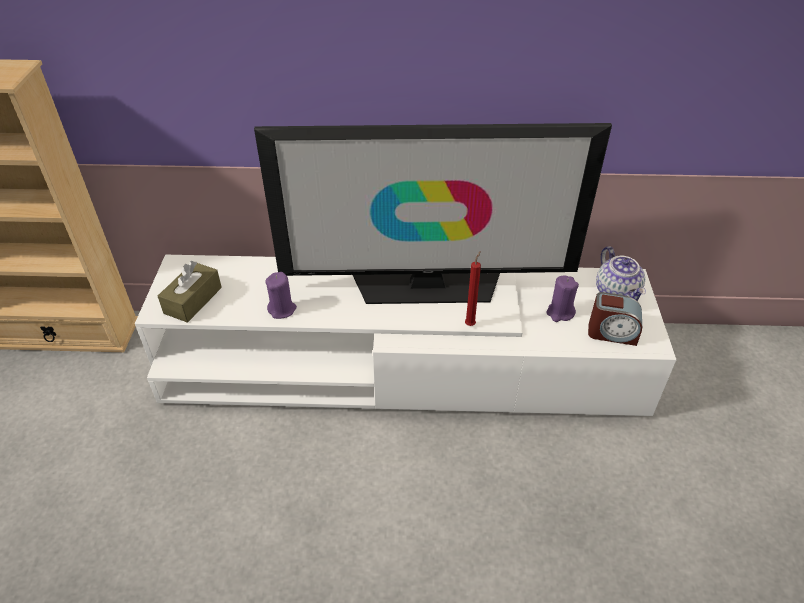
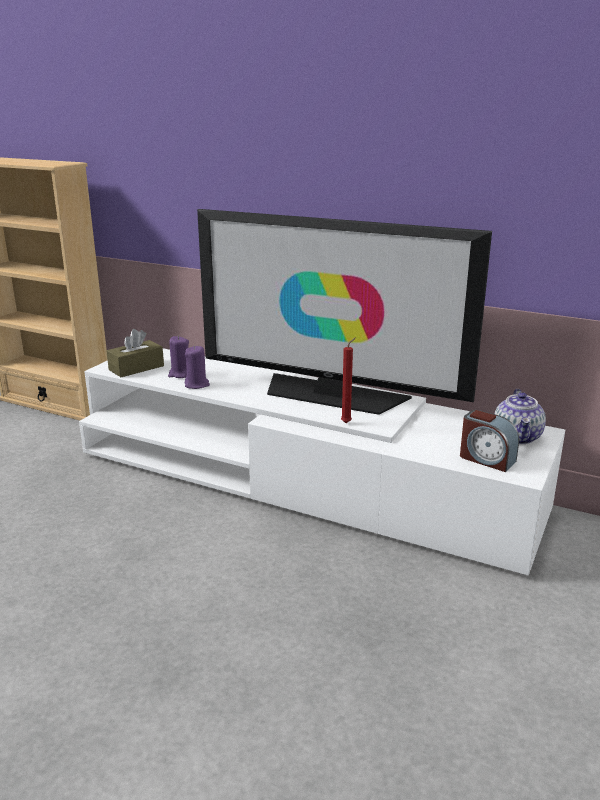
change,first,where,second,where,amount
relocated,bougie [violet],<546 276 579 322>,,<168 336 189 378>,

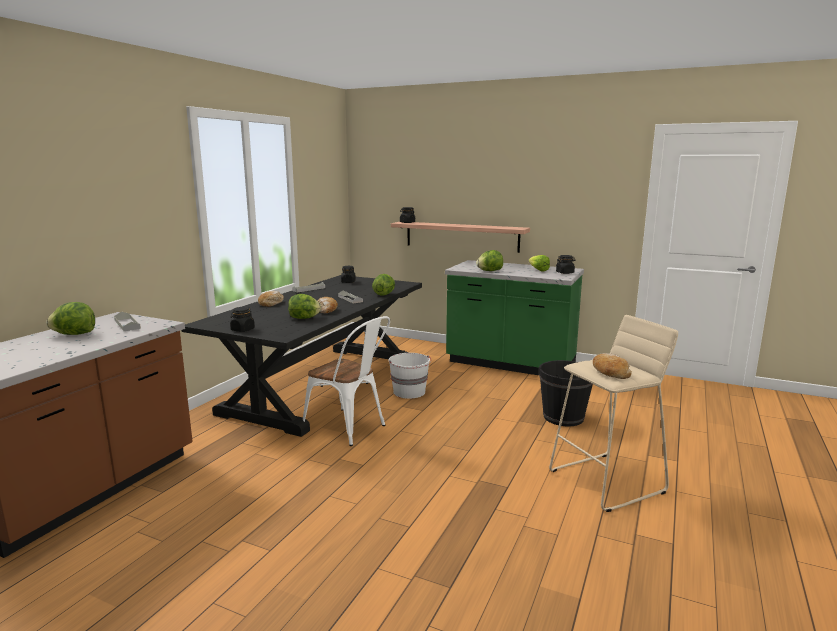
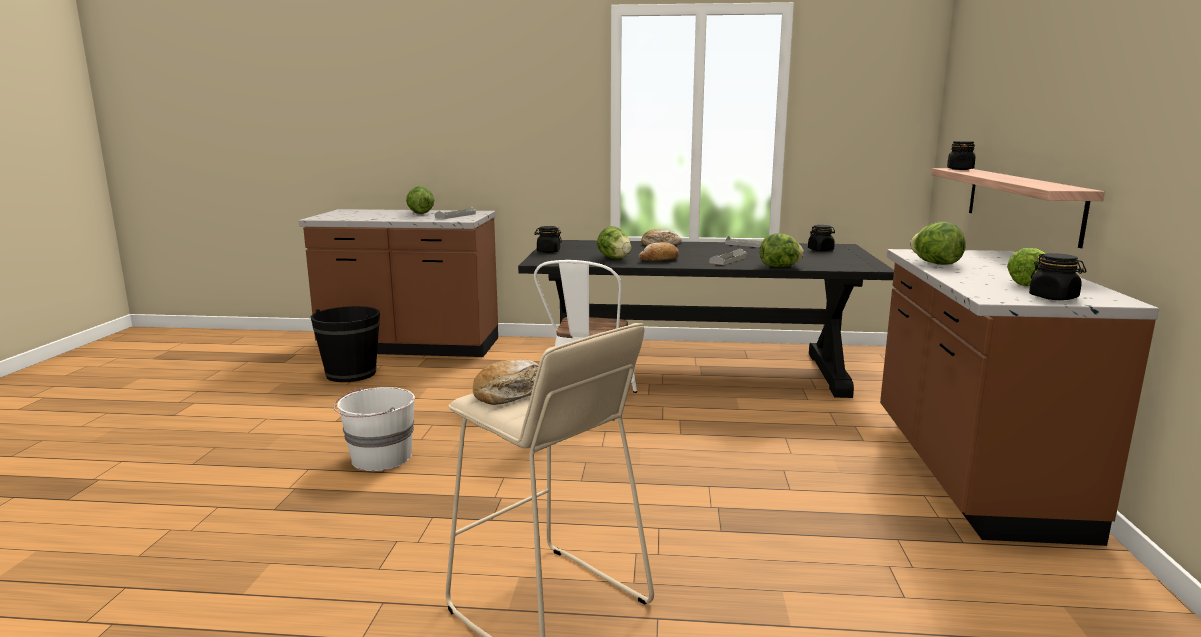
change,first,where,second,where,amount
relocated,seau [blanc],<389 353 431 399>,,<333 387 415 471>,
relocated,seau [noir],<539 360 593 426>,,<310 306 380 382>,
colour,comptoir de cuisine [vert],<445 260 584 375>,comptoir de cuisine [marron],<880 249 1159 546>,

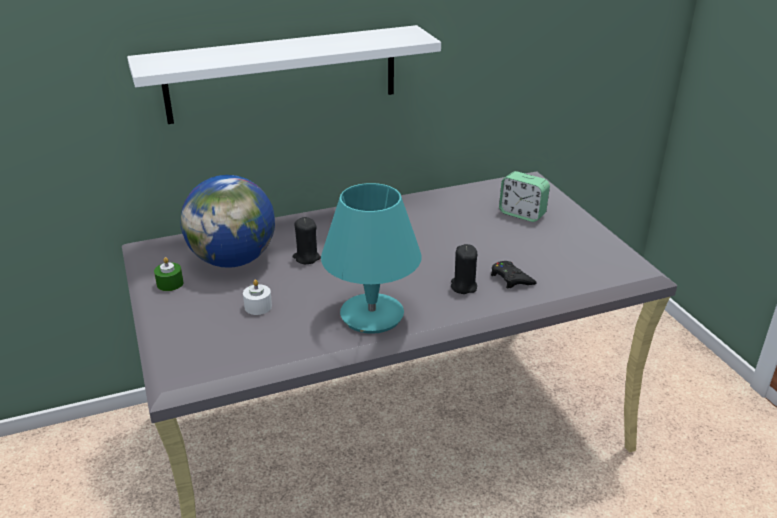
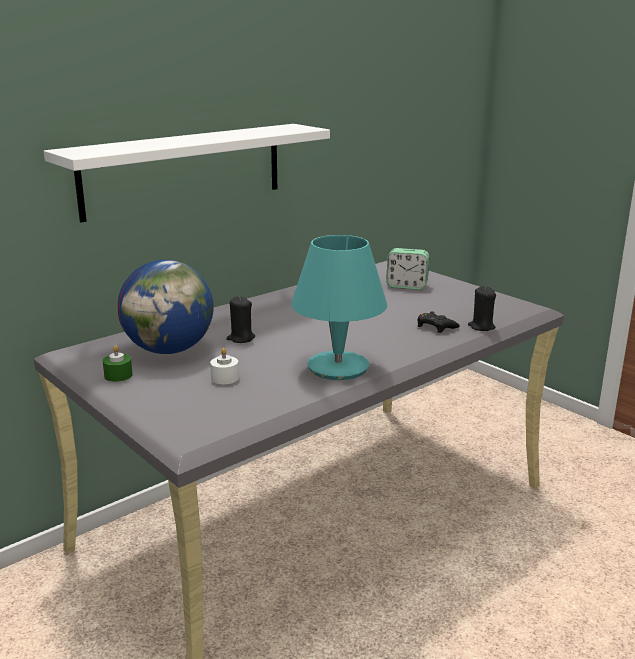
change,first,where,second,where,amount
relocated,bougie [noir],<451 244 477 294>,,<468 286 496 331>,

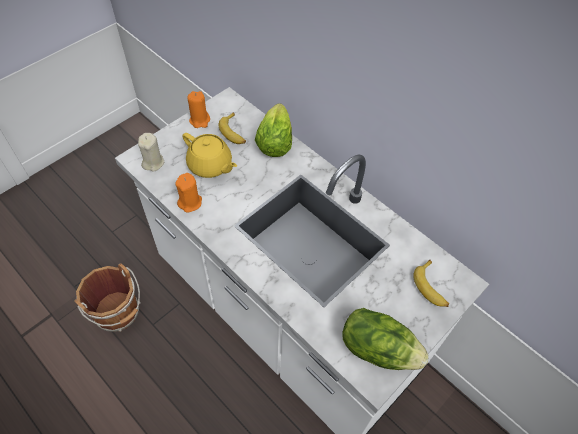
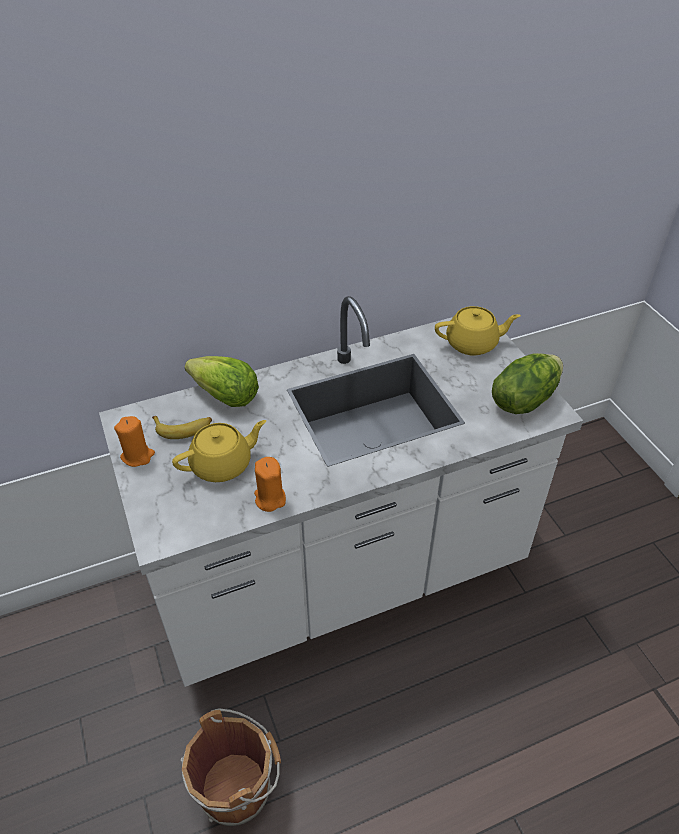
change,first,where,second,where,amount
missing,bougie [beige],<138 133 165 172>,,,
exchanged,banane,<413 259 449 307>,théière [jaune],<435 306 521 355>,

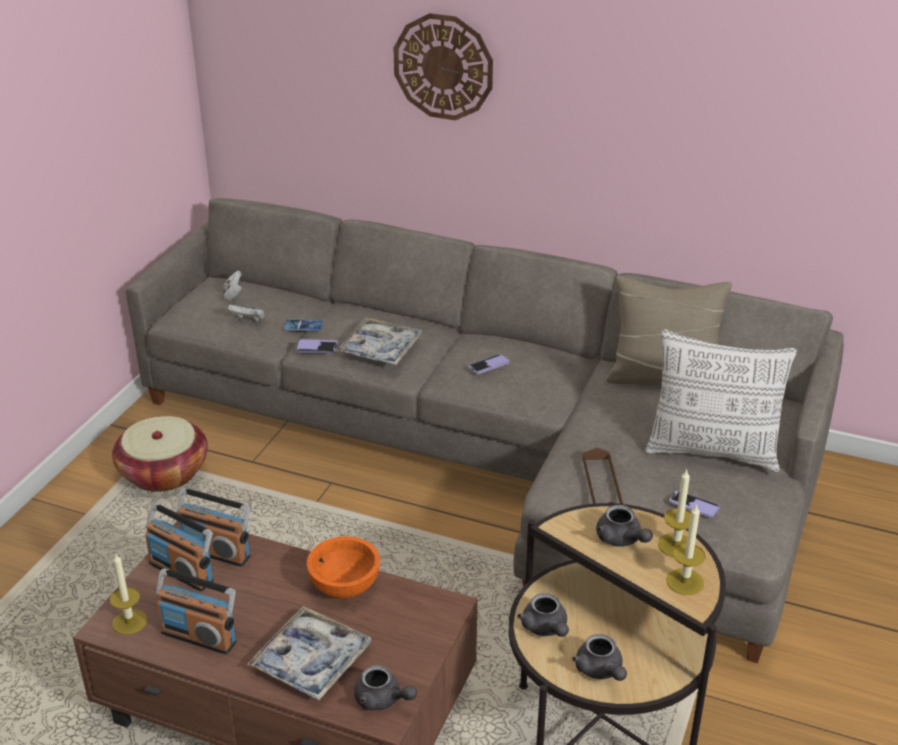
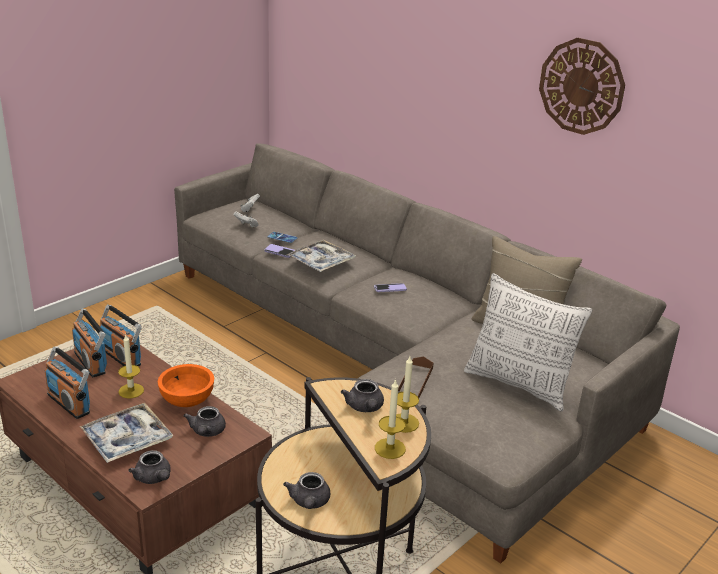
change,first,where,second,where,amount
missing,panier,<112 416 208 492>,,,
missing,téléphone,<669 490 720 518>,,,
relocated,bougie,<110 554 147 635>,,<118 335 144 398>,
relocated,horloge murale,<394 13 493 120>,,<539 38 625 135>,
relocated,théière [gris],<517 593 569 637>,,<183 406 226 437>,

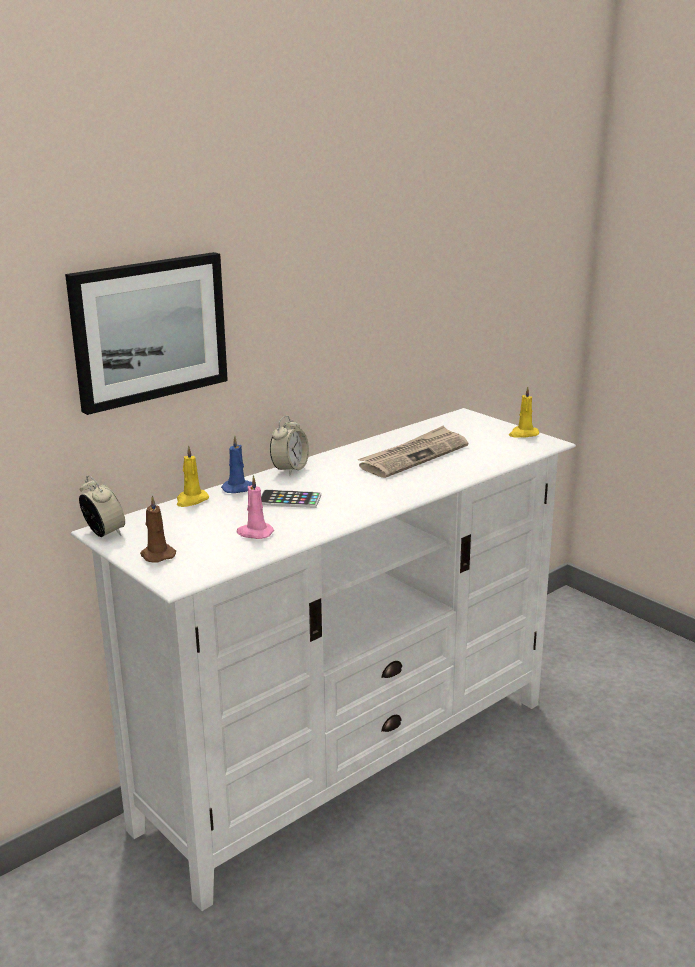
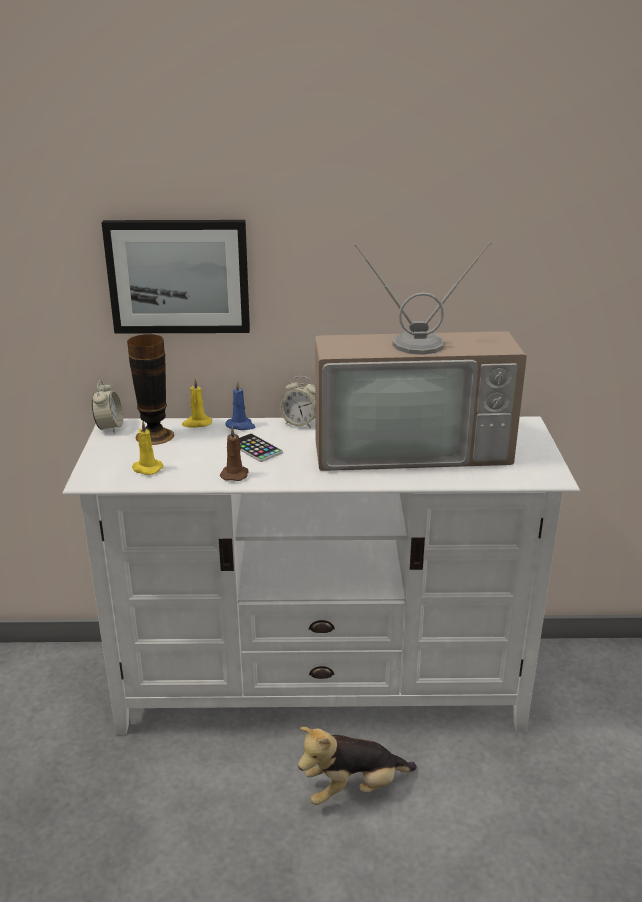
change,first,where,second,where,amount
missing,bougie [rose],<236 475 274 539>,,,
appeared,,,vase,<127 334 174 445>,
appeared,,,peluche,<298 727 417 805>,
relocated,bougie [marron],<140 495 176 563>,,<220 426 248 481>,
relocated,bougie [jaune],<509 386 539 438>,,<132 421 163 475>,
exchanged,journal,<357 426 468 478>,téléviseur,<315 242 527 471>,
spun,réveil,<270 416 309 475>,,<280 376 315 428>,45 degrees clockwise

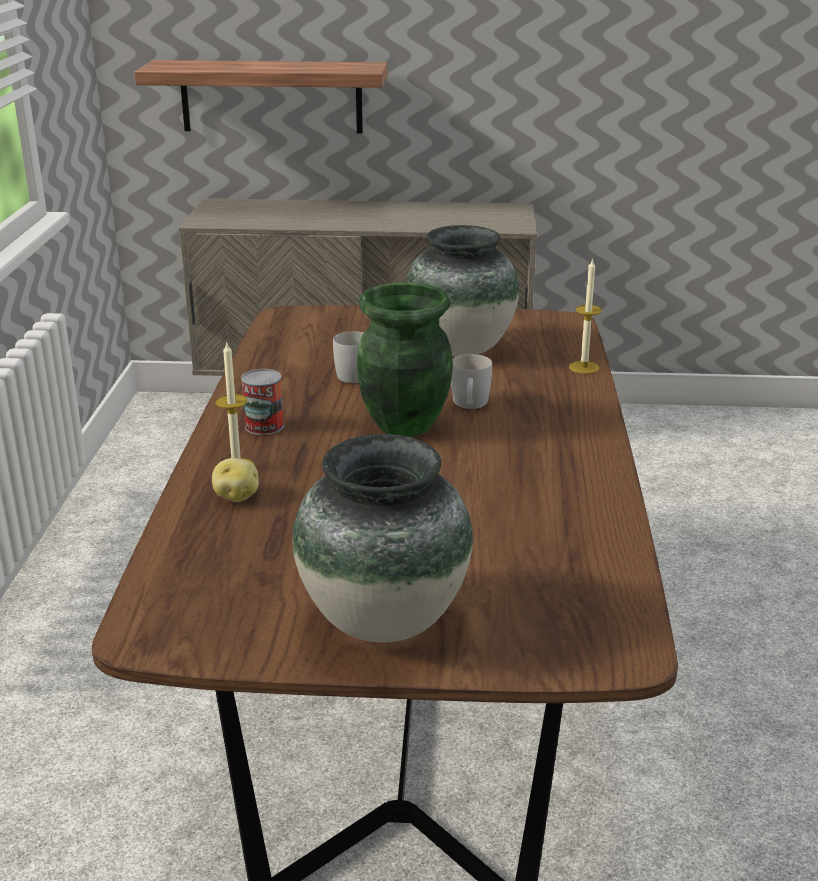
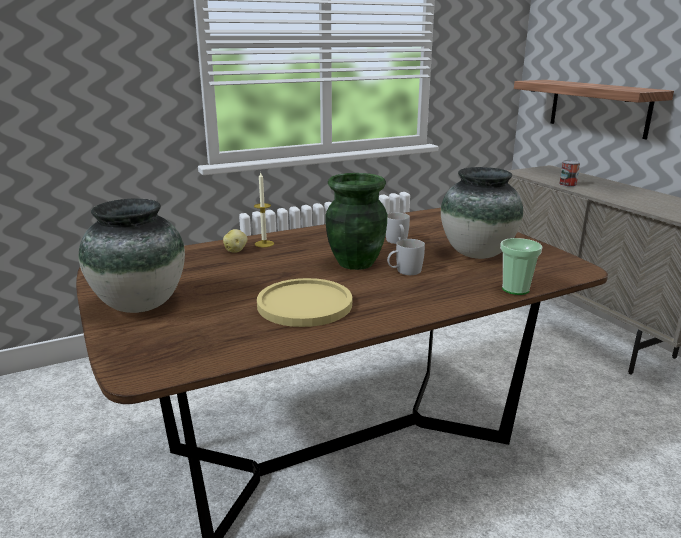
change,first,where,second,where,amount
appeared,,,assiette [jaune],<257 278 352 327>,
relocated,boîte métallique,<241 369 284 435>,,<559 160 580 187>,
exchanged,bougie,<569 258 602 374>,tasse,<500 238 542 295>,

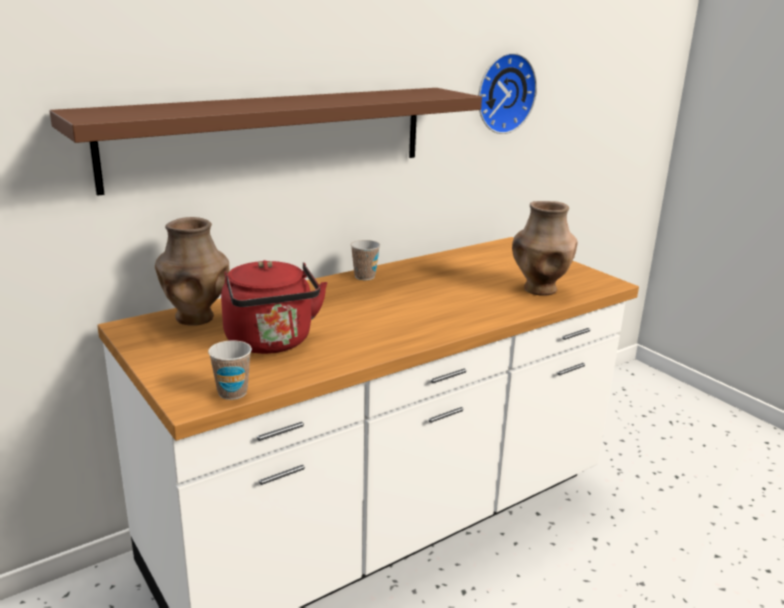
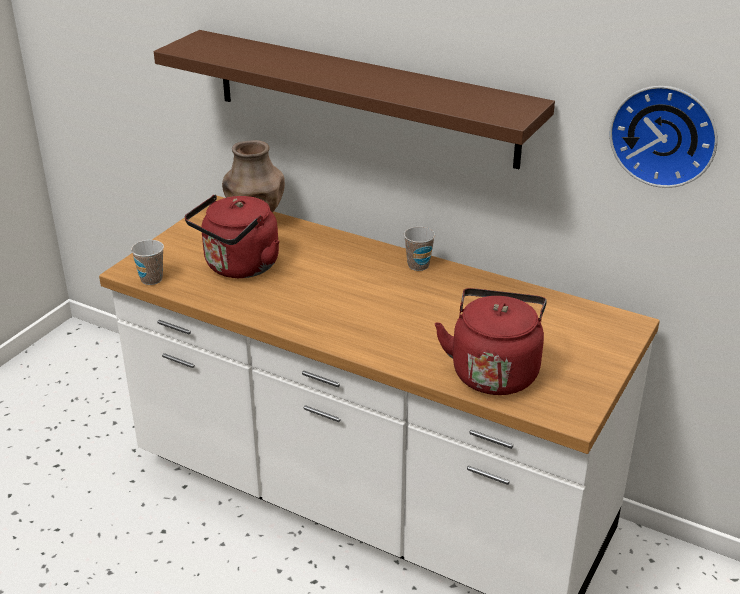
change,first,where,second,where,amount
exchanged,vase [marron],<512 201 578 296>,bouilloire [rouge],<435 288 547 395>,

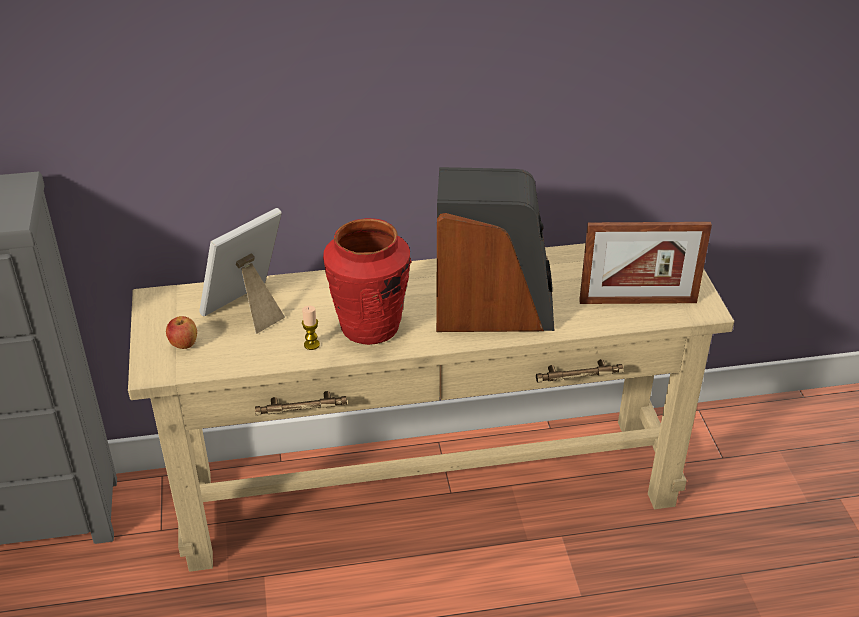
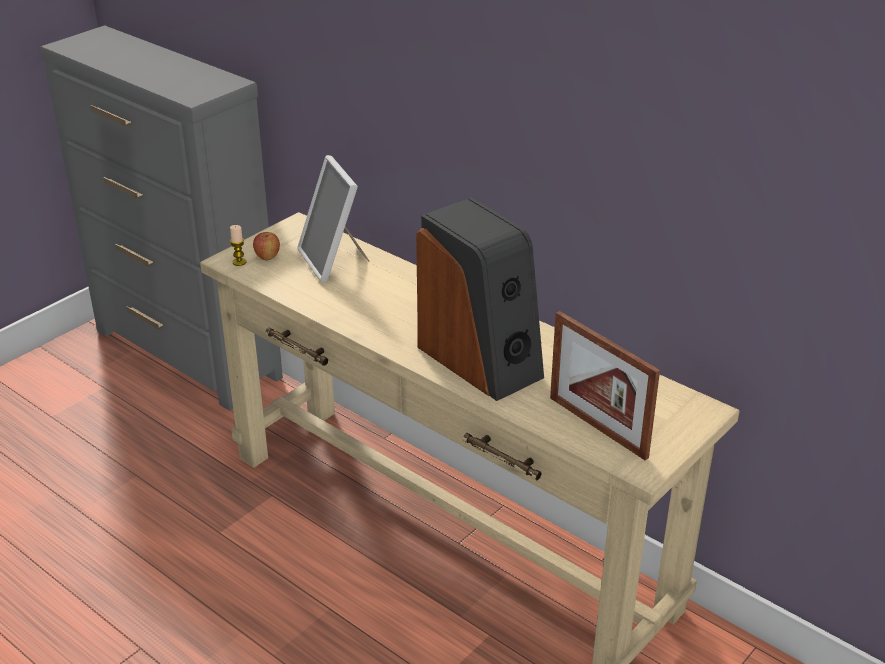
change,first,where,second,where,amount
missing,vase [rouge],<323 218 412 345>,,,
relocated,bougie,<302 306 320 350>,,<230 225 246 266>,
spun,cadre photo,<199 208 285 334>,,<297 155 369 283>,120 degrees counterclockwise

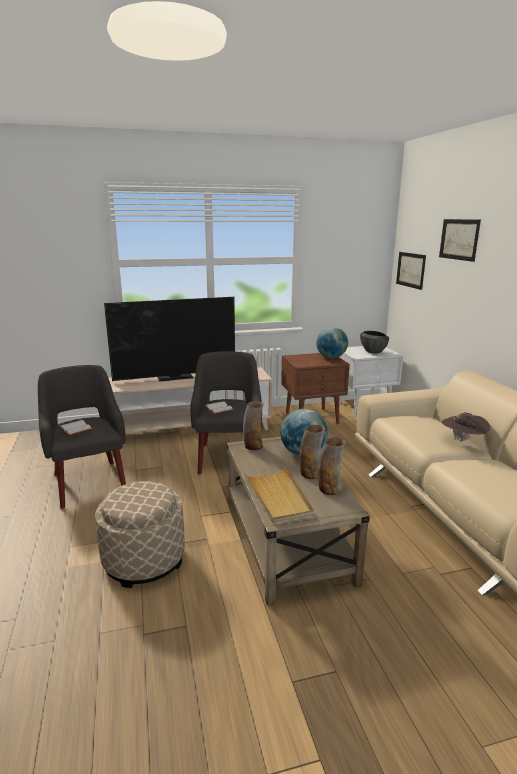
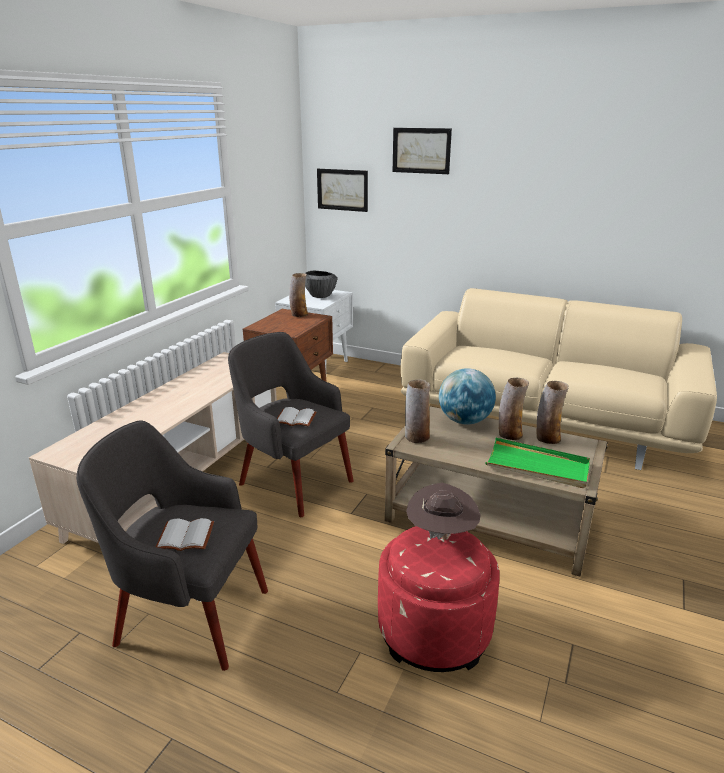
change,first,where,second,where,amount
missing,téléviseur,<104 297 235 382>,,,
relocated,chapeau [marron],<441 412 491 441>,,<406 483 481 540>,
exchanged,globe,<316 327 348 359>,vase,<289 273 308 317>,
colour,pouf [beige],<95 481 185 588>,pouf [rouge],<378 526 500 672>,
colour,plateau [beige],<244 466 314 523>,plateau [vert],<486 438 590 488>,

